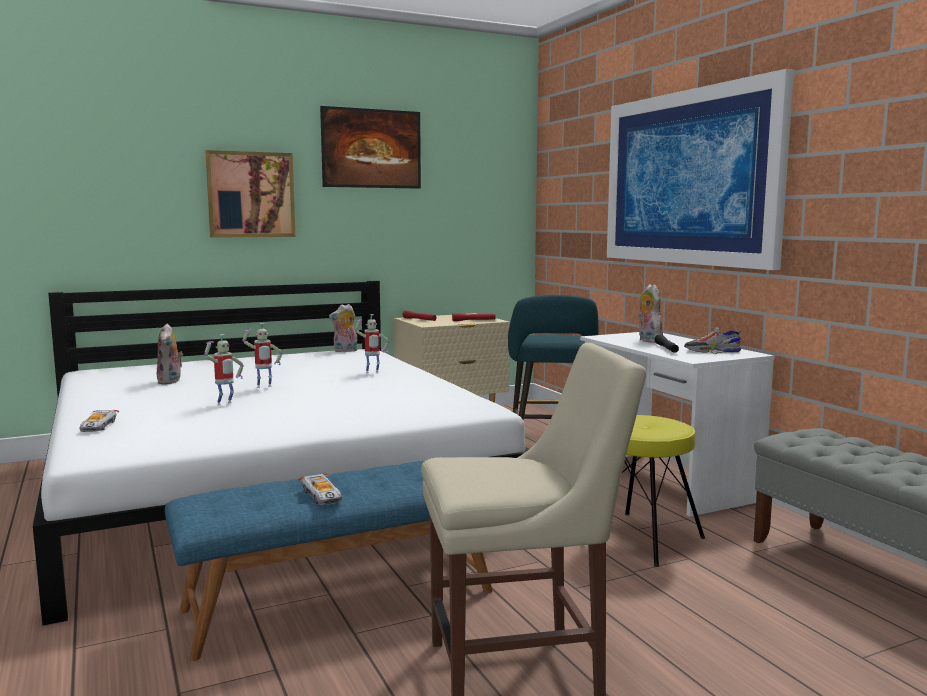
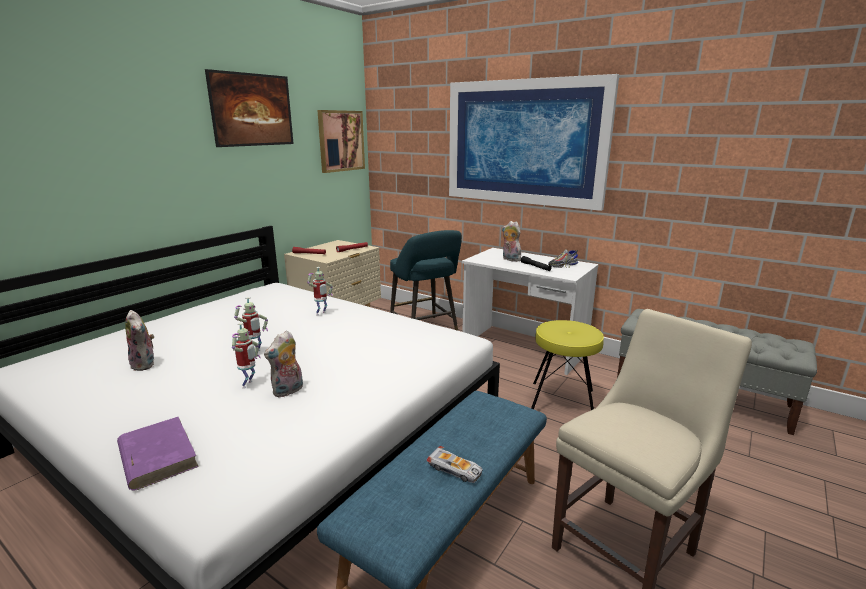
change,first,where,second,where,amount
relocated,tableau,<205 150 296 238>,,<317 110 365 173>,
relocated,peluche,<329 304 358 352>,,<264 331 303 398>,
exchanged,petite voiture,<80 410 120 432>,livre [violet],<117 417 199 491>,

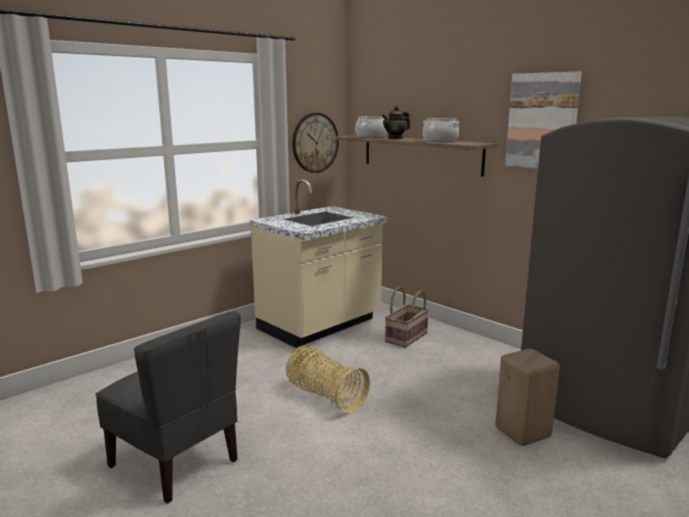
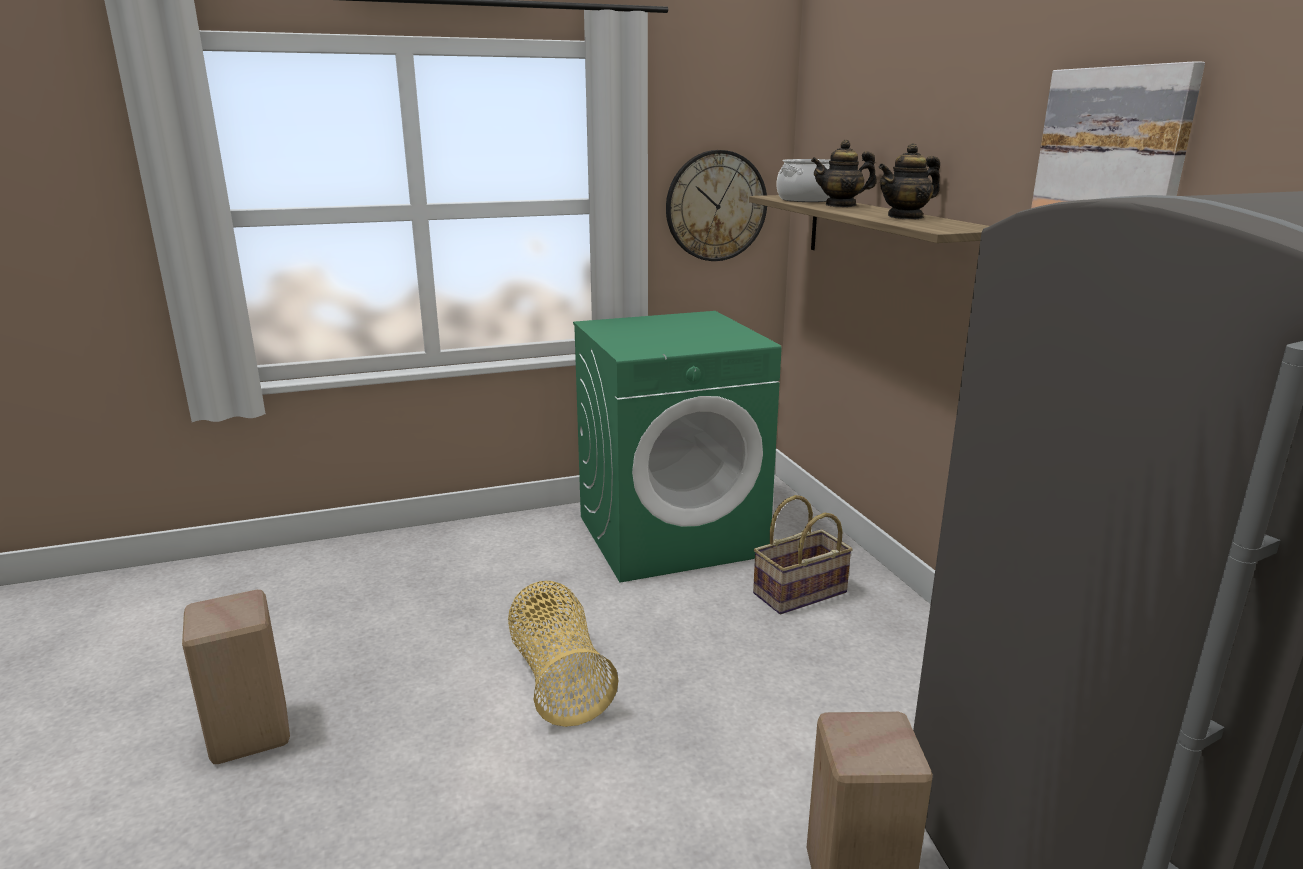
change,first,where,second,where,amount
exchanged,chaise [gris],<95 311 241 504>,tabouret [beige],<182 590 290 764>,
exchanged,comptoir de cuisine [beige],<249 179 387 348>,lave-linge [vert],<573 311 782 583>,
exchanged,marmite,<423 118 460 142>,théière,<879 143 940 219>,

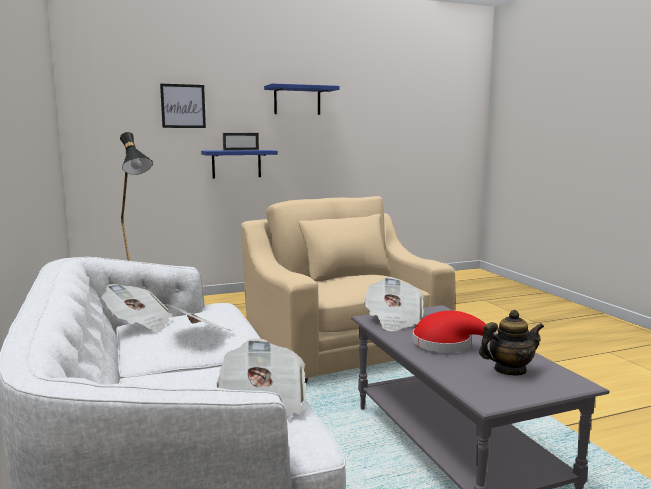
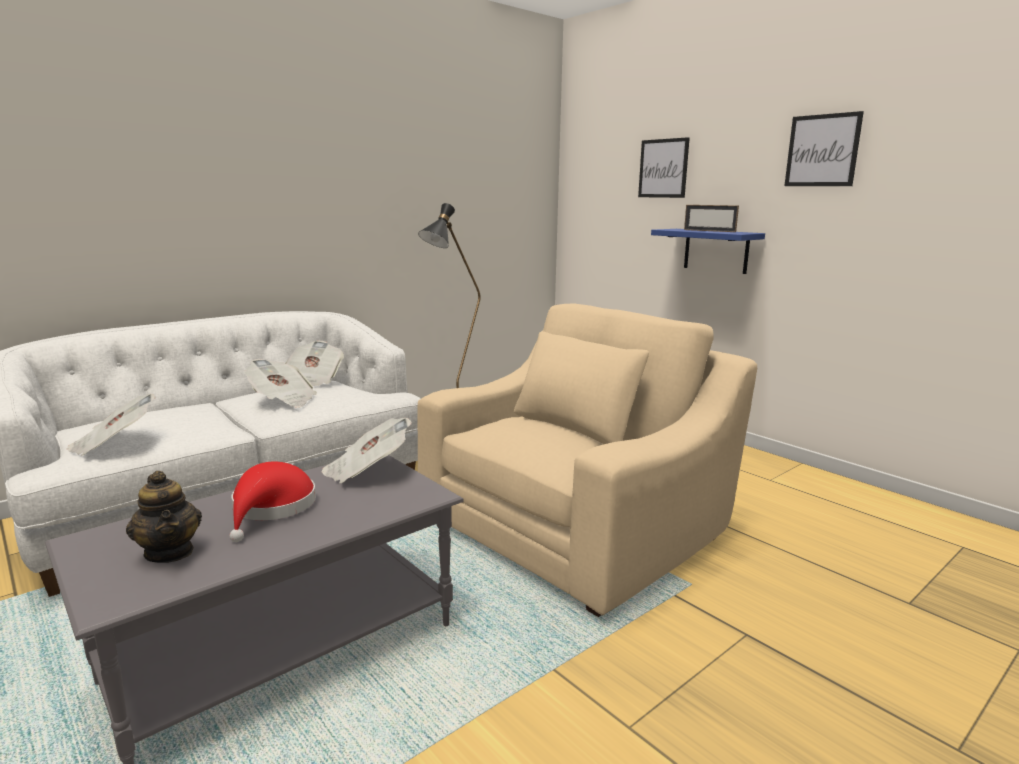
change,first,where,second,where,amount
exchanged,étagère [bleu],<264 84 339 115>,tableau,<784 111 864 186>,

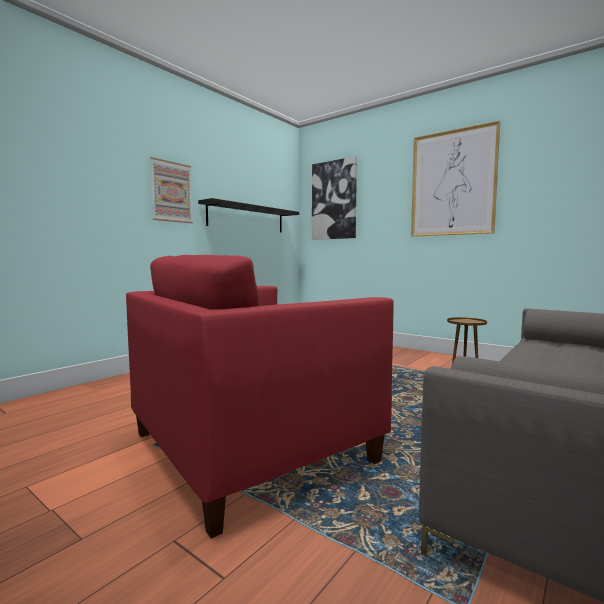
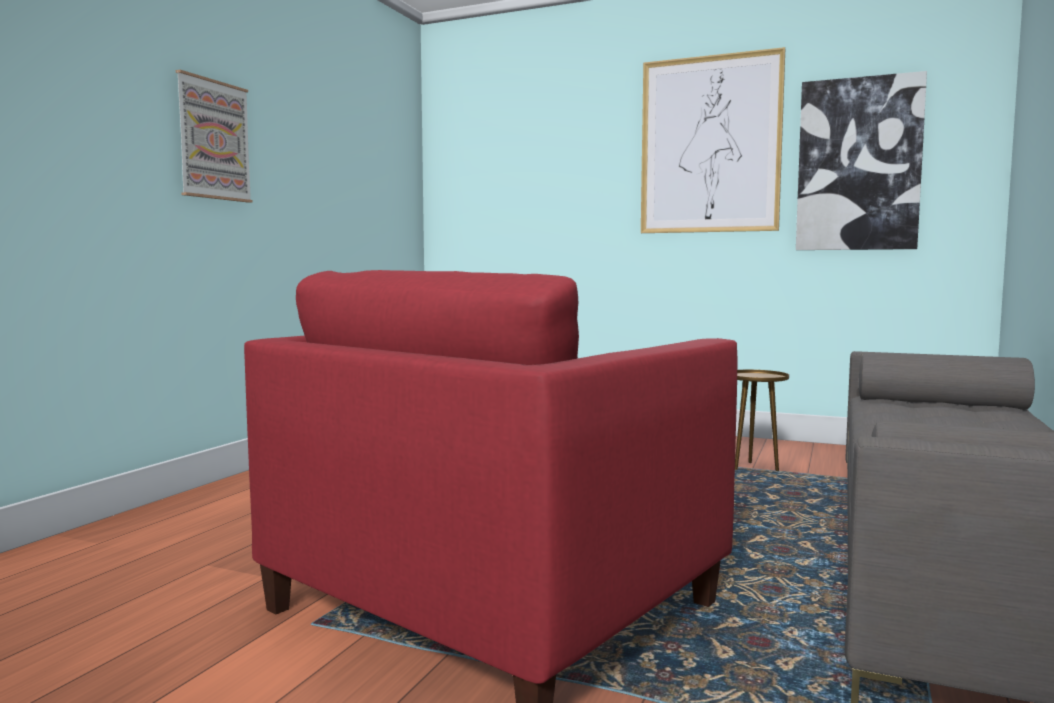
change,first,where,second,where,amount
missing,étagère [noir],<198 198 299 232>,,,
relocated,tableau,<312 156 357 240>,,<796 71 927 250>,

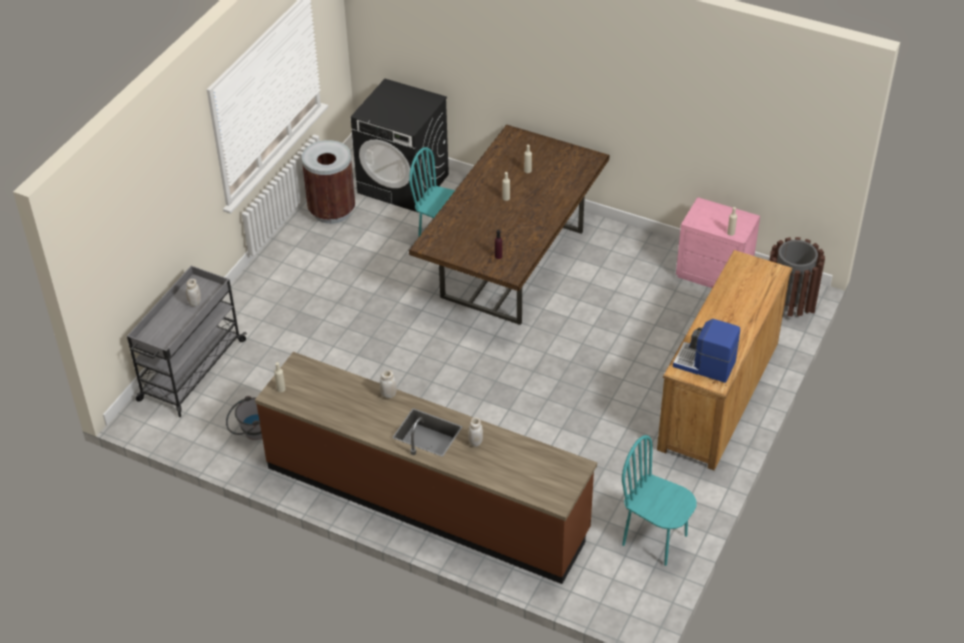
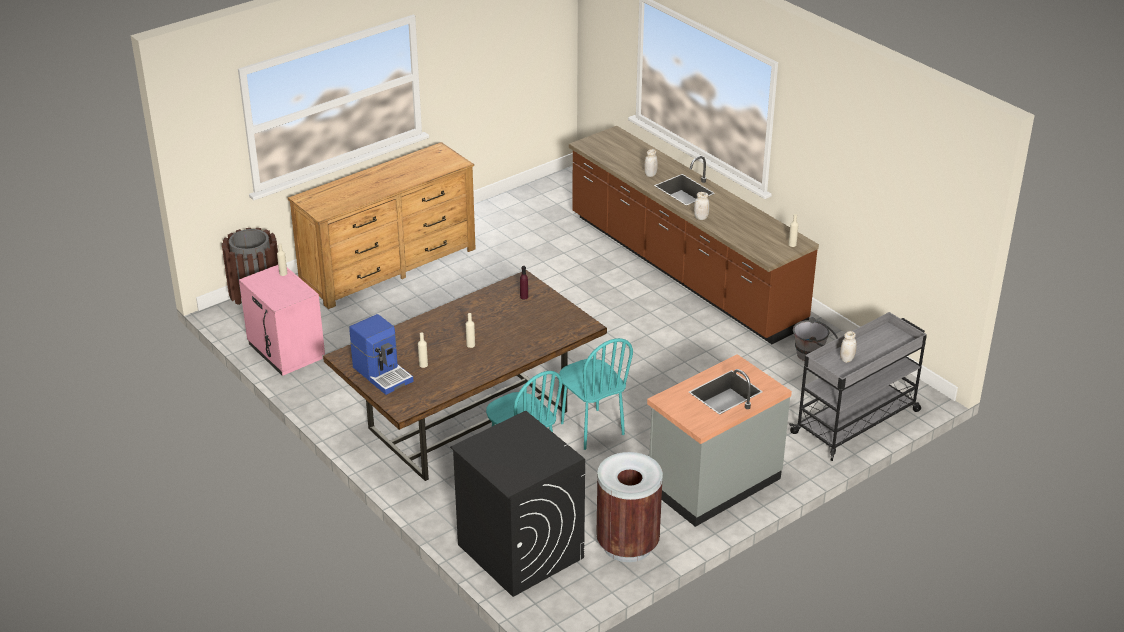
change,first,where,second,where,amount
appeared,,,comptoir de cuisine [gris],<647 354 792 527>,
relocated,chaise [turquoise],<622 435 697 566>,,<559 338 633 450>,
relocated,machine à café,<673 319 740 383>,,<349 314 414 395>,

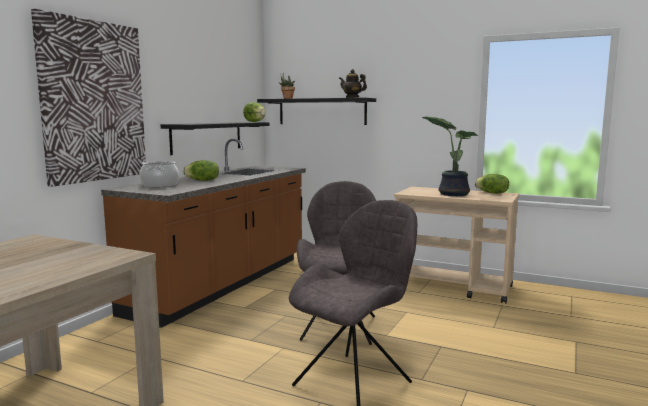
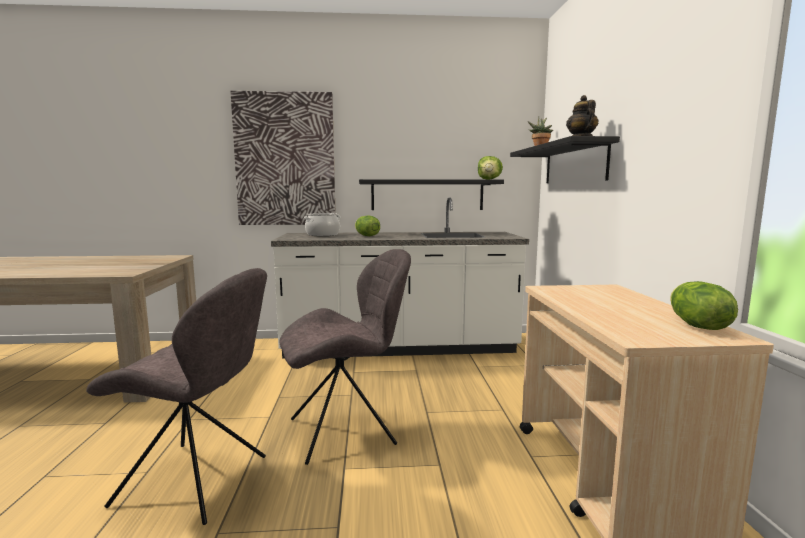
change,first,where,second,where,amount
missing,plante en pot,<422 116 478 196>,,,
colour,comptoir de cuisine [marron],<101 139 306 328>,comptoir de cuisine [blanc],<271 197 529 359>,

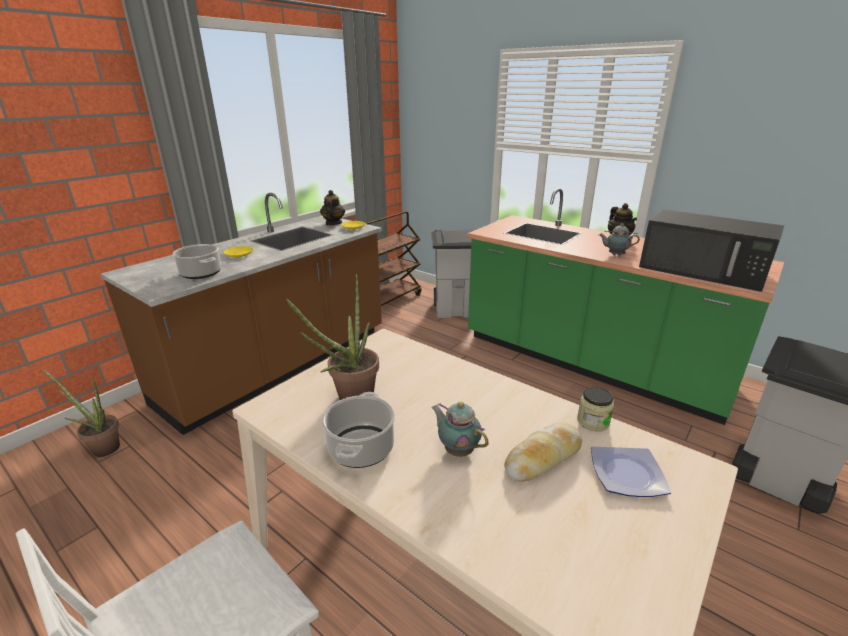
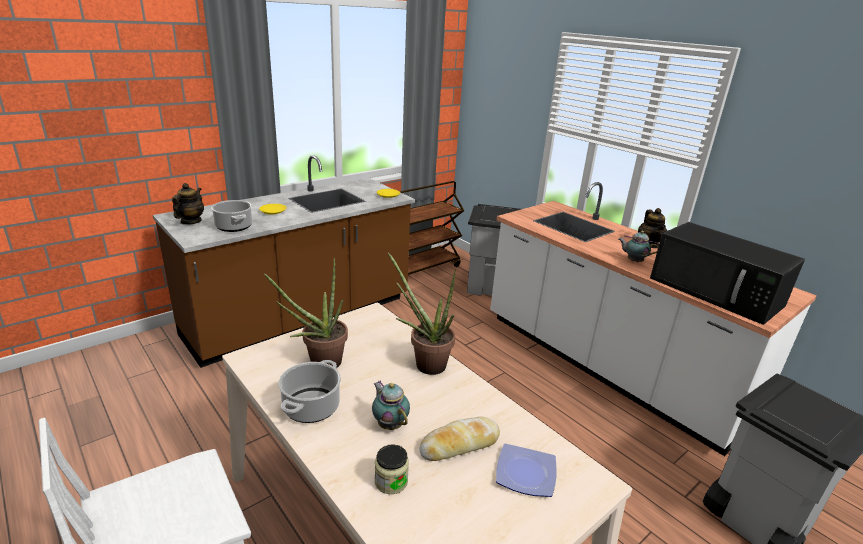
change,first,where,second,where,amount
relocated,plante en pot,<42 369 120 457>,,<387 252 456 375>,
relocated,théière,<320 190 345 225>,,<172 183 204 225>,
relocated,bocal,<577 387 614 432>,,<375 444 409 494>,
colour,comptoir de cuisine [vert],<468 188 784 425>,comptoir de cuisine [blanc],<490 182 817 456>,

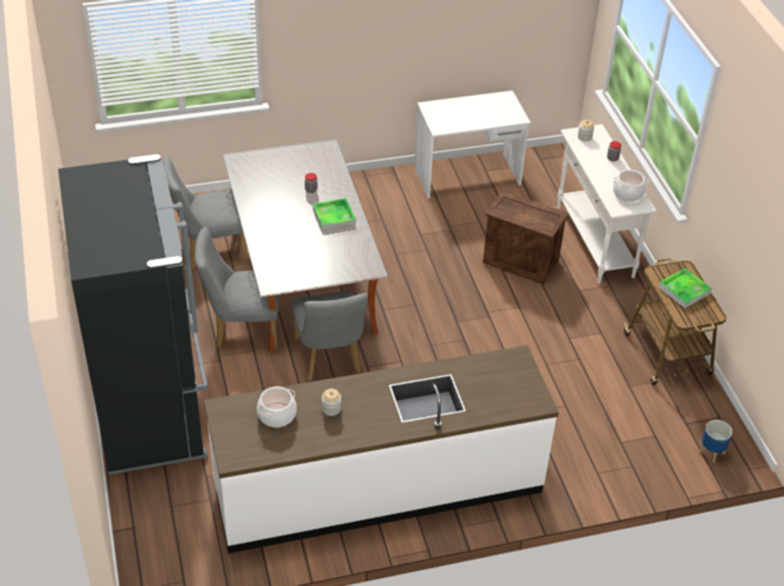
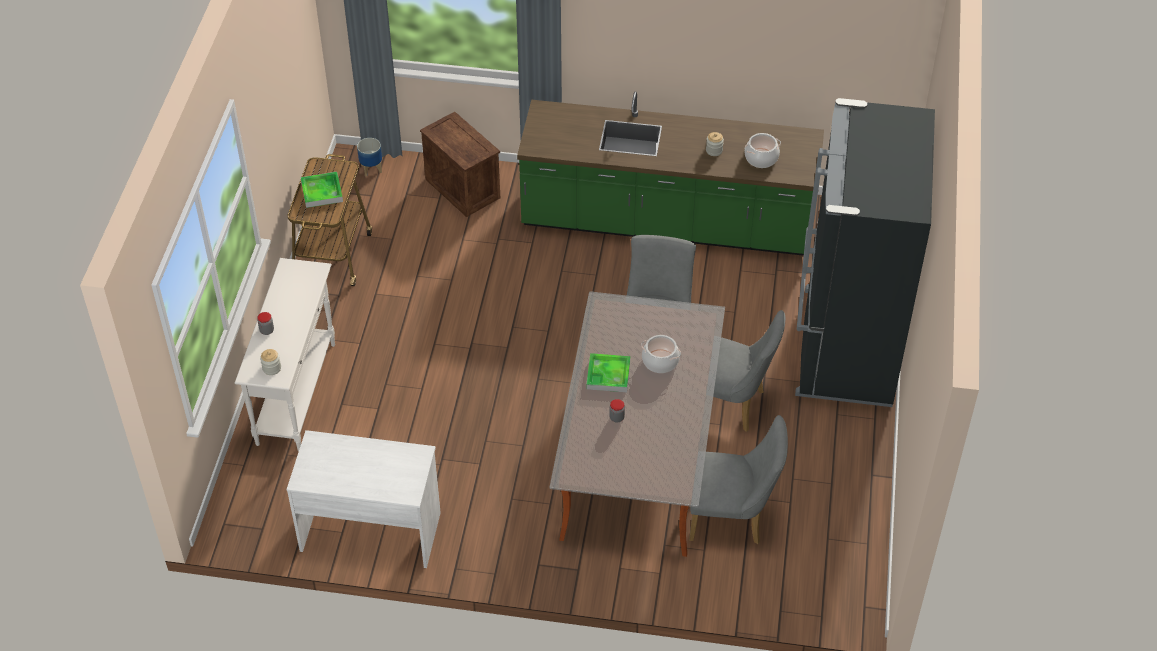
change,first,where,second,where,amount
relocated,caisse,<483 190 568 285>,,<420 112 500 217>,
relocated,marmite,<613 170 649 202>,,<641 335 681 373>,
colour,comptoir de cuisine [blanc],<204 345 559 554>,comptoir de cuisine [vert],<517 91 824 256>,

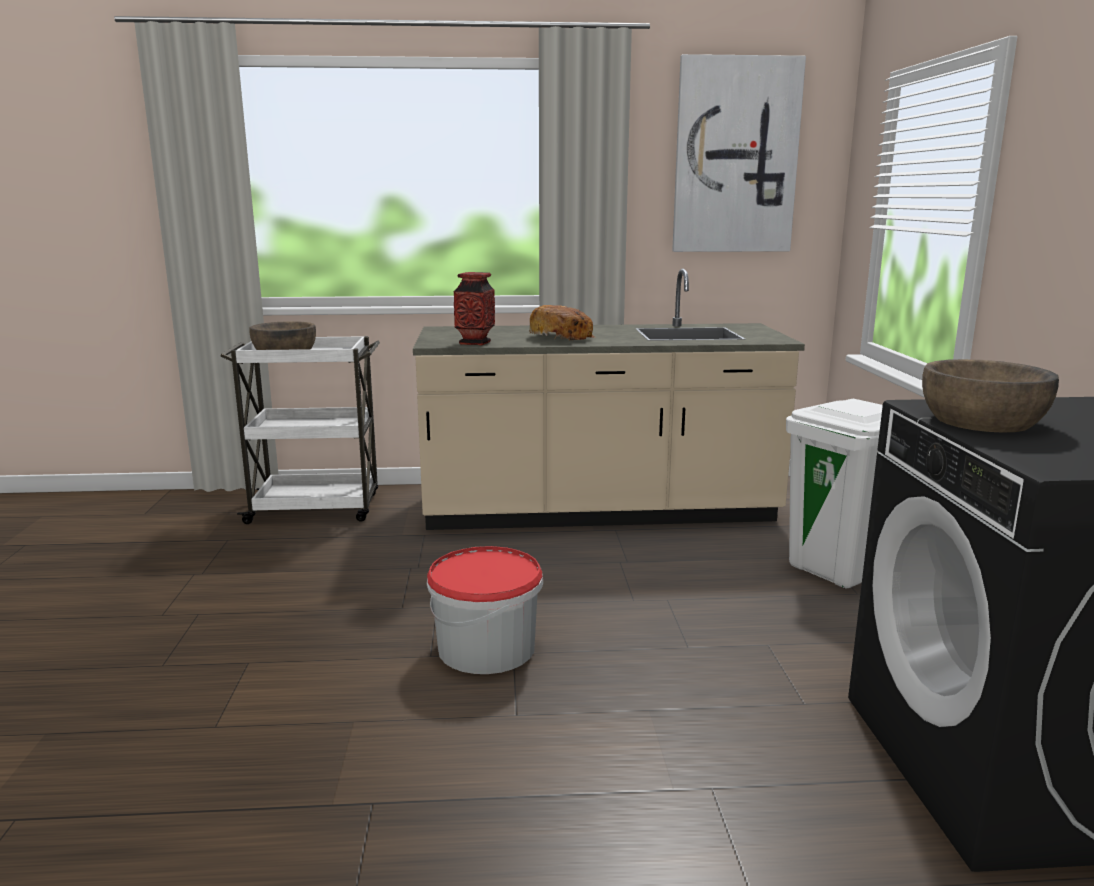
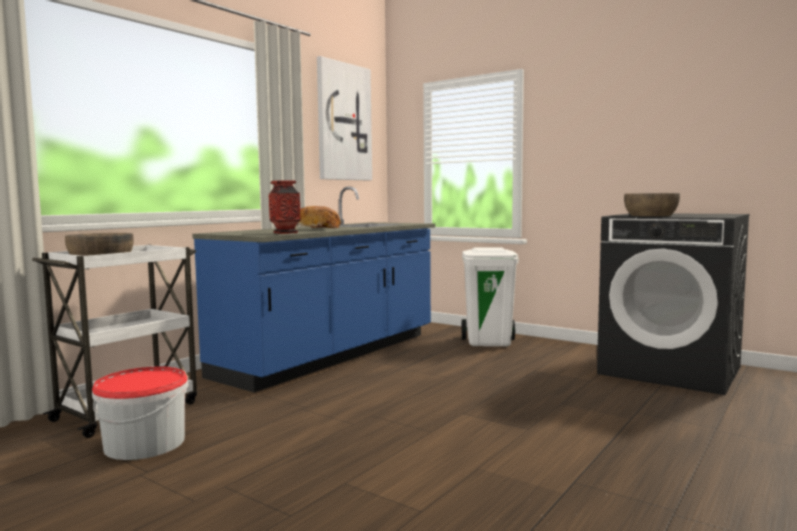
change,first,where,second,where,amount
relocated,seau,<427 546 543 674>,,<92 366 189 460>,
colour,comptoir de cuisine [beige],<413 269 805 530>,comptoir de cuisine [bleu],<192 187 435 393>,

